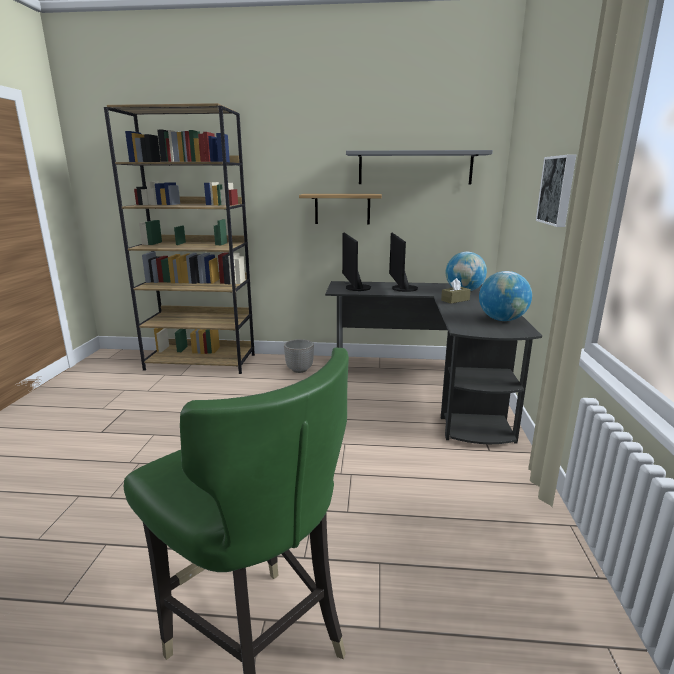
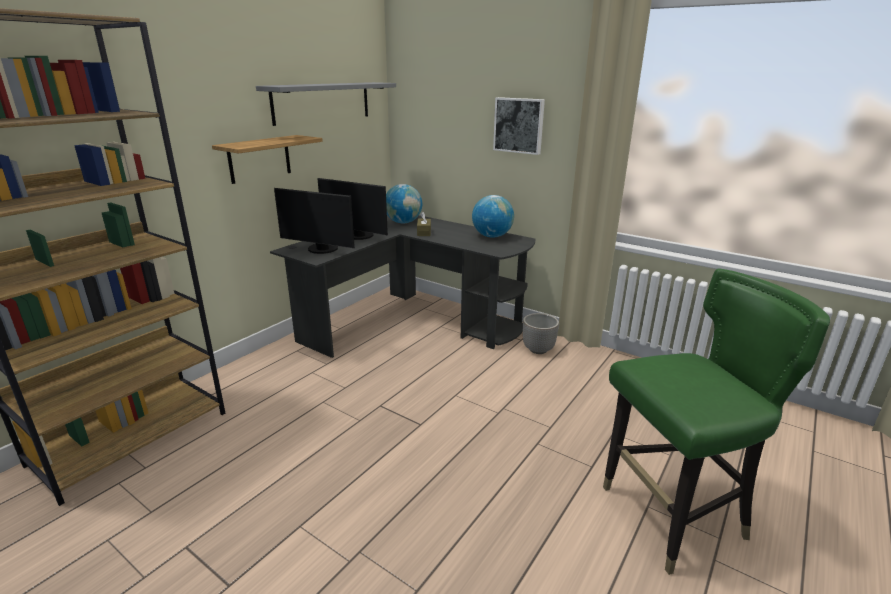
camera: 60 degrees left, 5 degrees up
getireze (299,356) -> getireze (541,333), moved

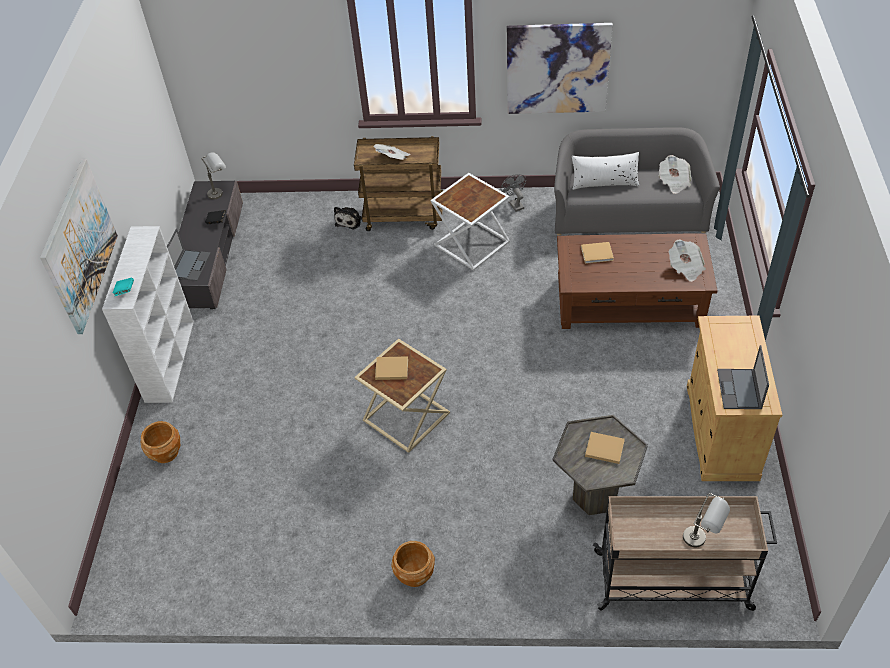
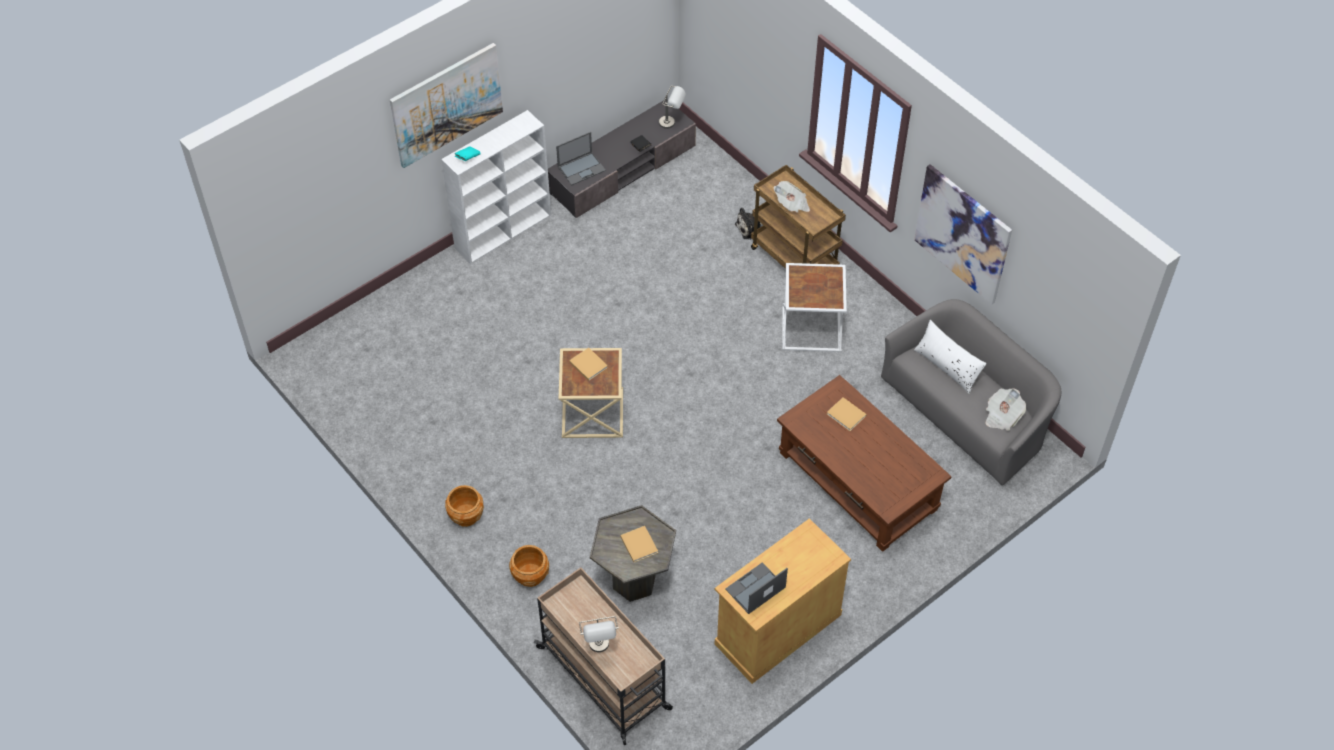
camera: 45 degrees right, 5 degrees up
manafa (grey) (513,193) -> none
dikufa (687,260) -> none
getireze (brown) (160,442) -> getireze (brown) (529,566), moved

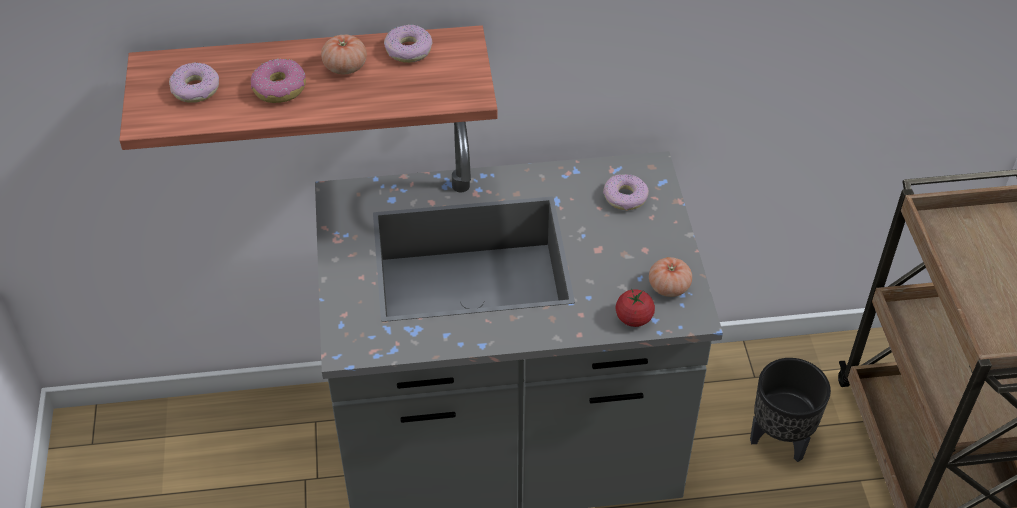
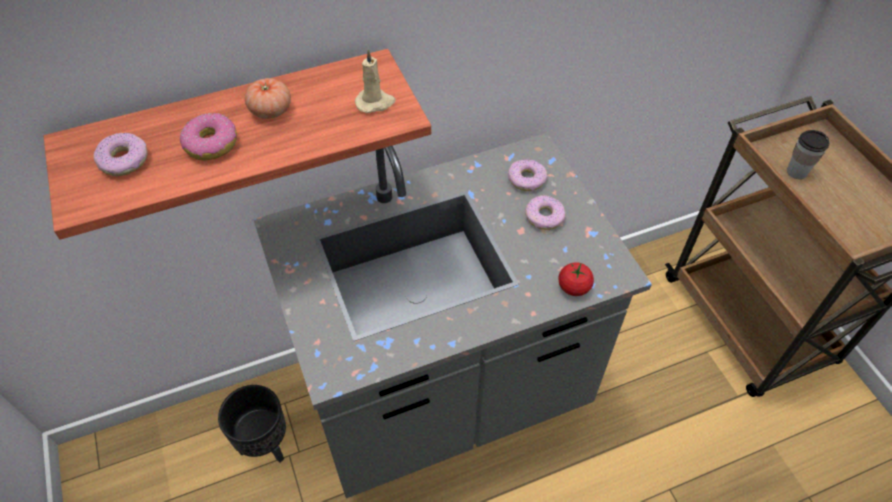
camera: 15 degrees left, 5 degrees up
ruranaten (408,43) -> ruranaten (545,212), moved
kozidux (670,277) -> none
getireze (black) (790,410) -> getireze (black) (252,424), moved
none -> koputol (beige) (375,81)
none -> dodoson (808,154)

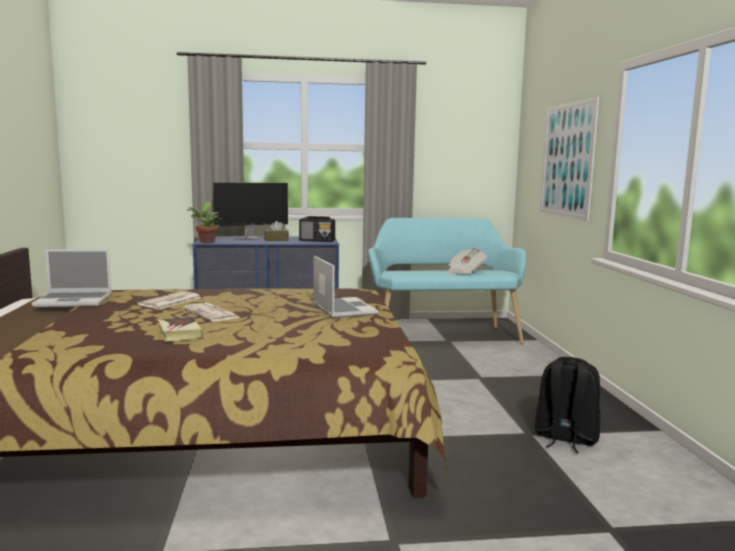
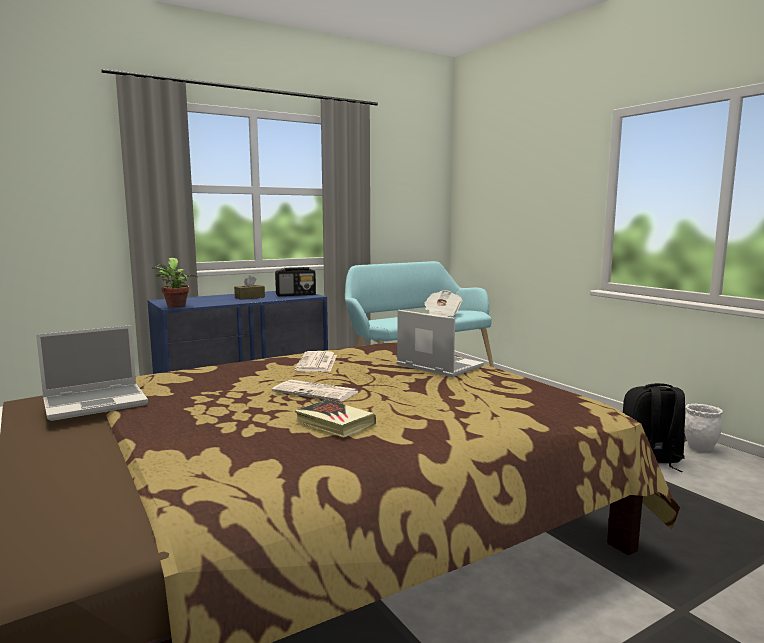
camera: 25 degrees left, 0 degrees up
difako (569,159) -> none
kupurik (250,211) -> none
dikufa (169,300) -> dikufa (316,361), moved
none -> getireze (white) (703,427)

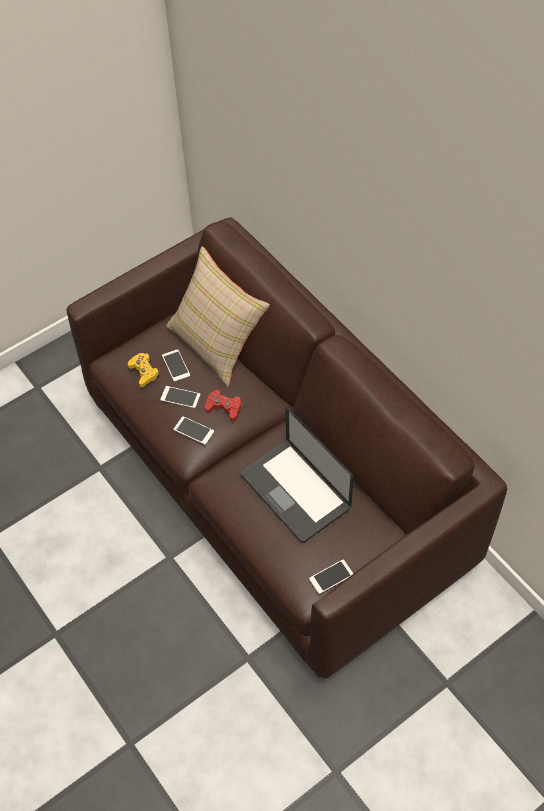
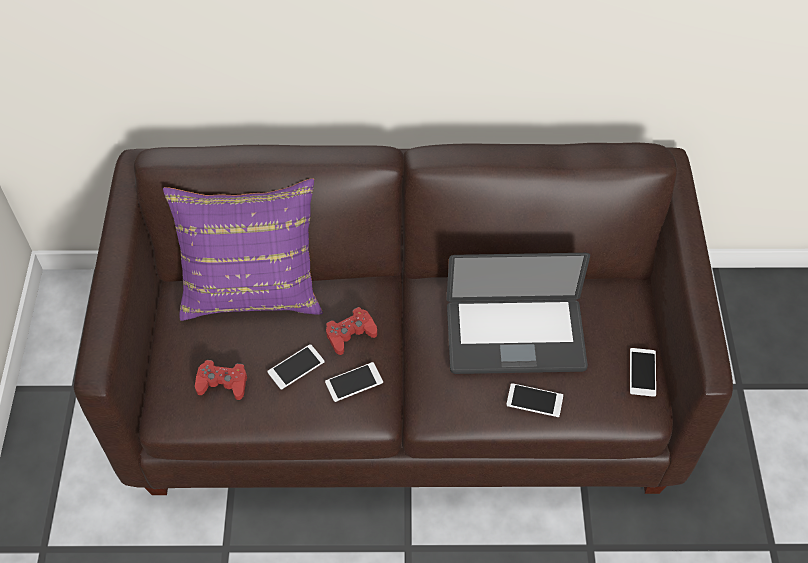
camera: 55 degrees left, 0 degrees up
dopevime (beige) (218,316) -> dopevime (purple) (243,249)
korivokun (176,365) -> korivokun (534,400), moved
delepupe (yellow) (144,370) -> delepupe (red) (221,380)

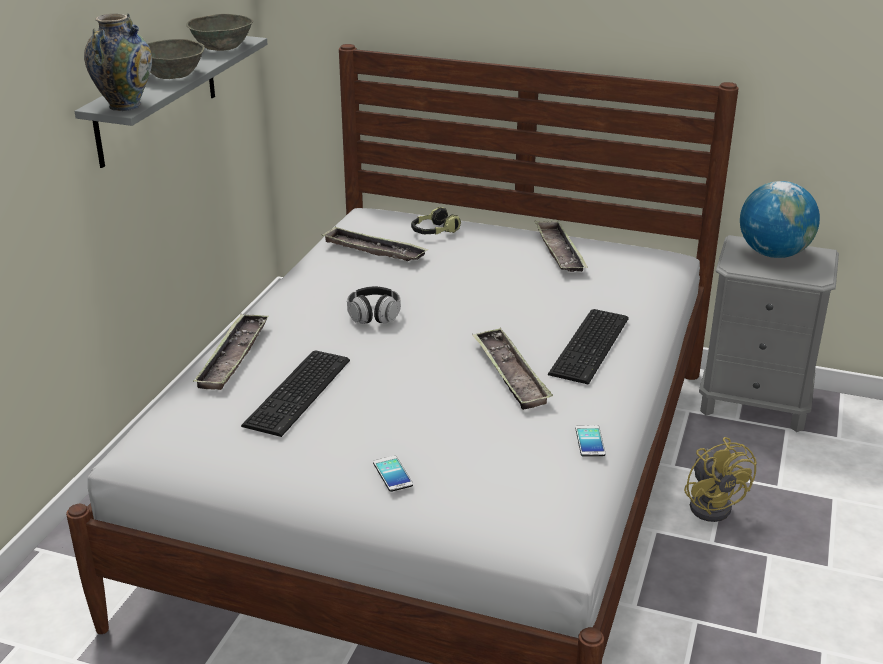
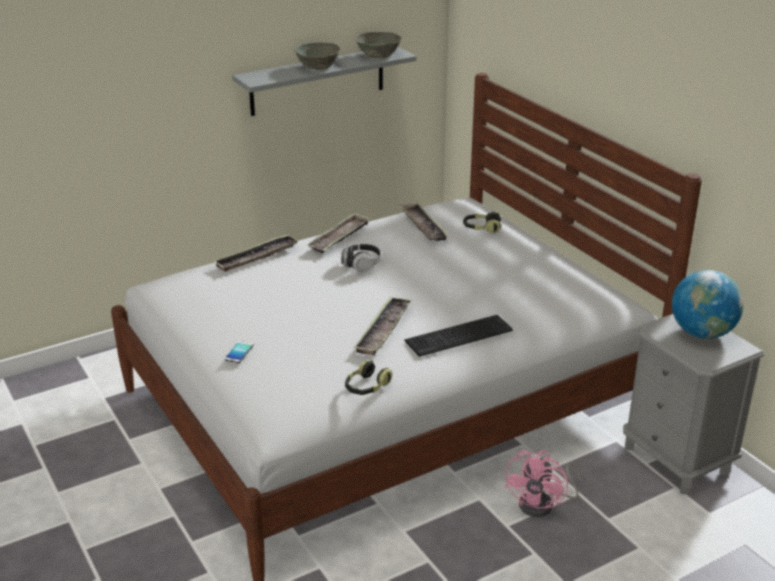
camera: 40 degrees right, 0 degrees up
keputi (118,62) -> none
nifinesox (561,246) -> nifinesox (338,232), moved
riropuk (295,393) -> none
korivokun (591,441) -> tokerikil (369,377)
manafa (yellow) (720,479) -> manafa (pink) (543,483)

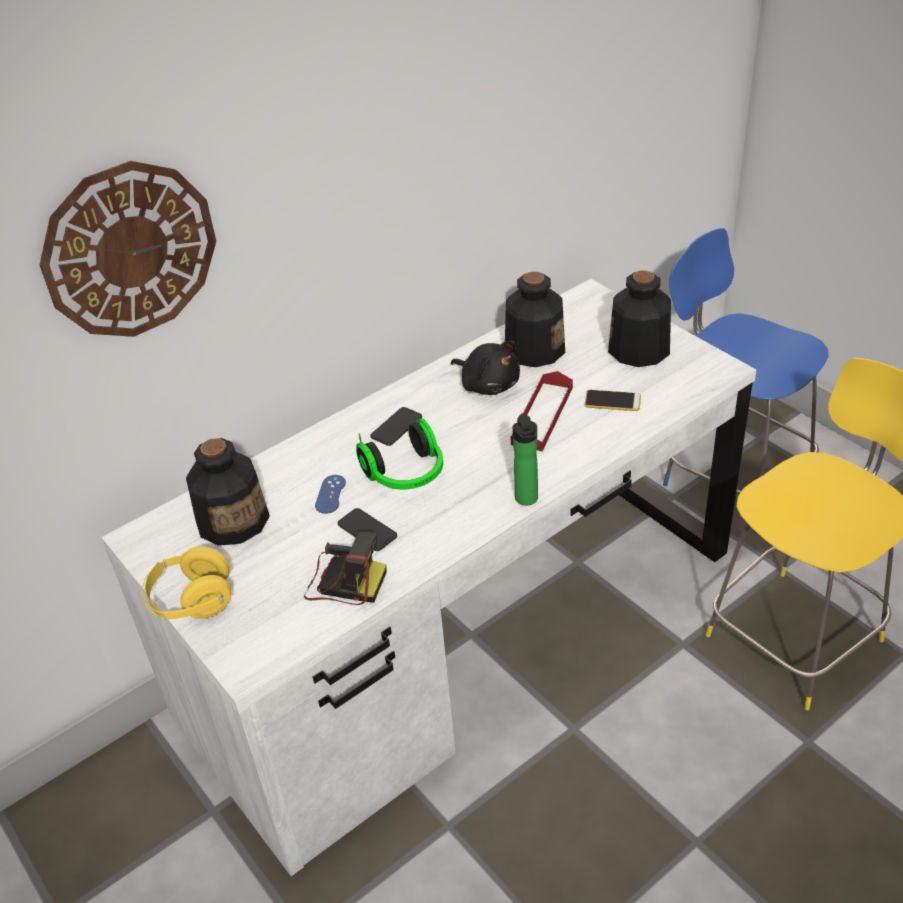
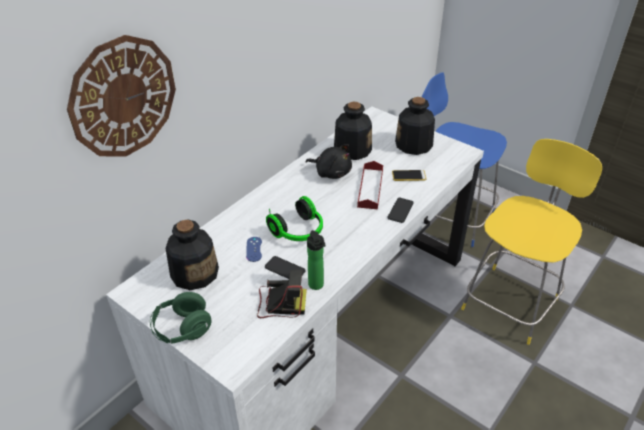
camera: 15 degrees left, 0 degrees up
korivokun (396,426) -> korivokun (401,210), moved
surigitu (525,460) -> surigitu (316,260), moved
tokerikil (yellow) (186,582) -> tokerikil (green) (180,318)

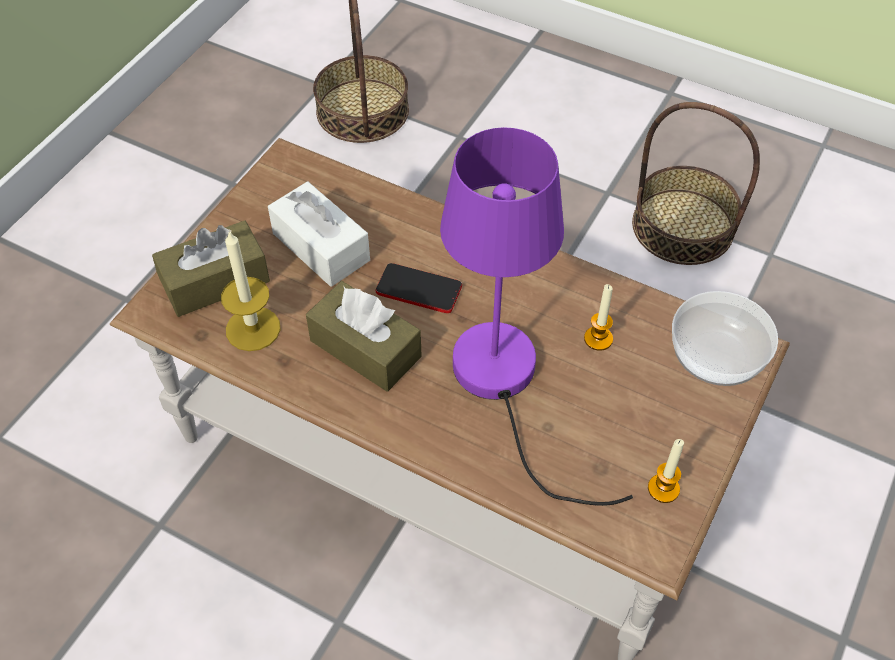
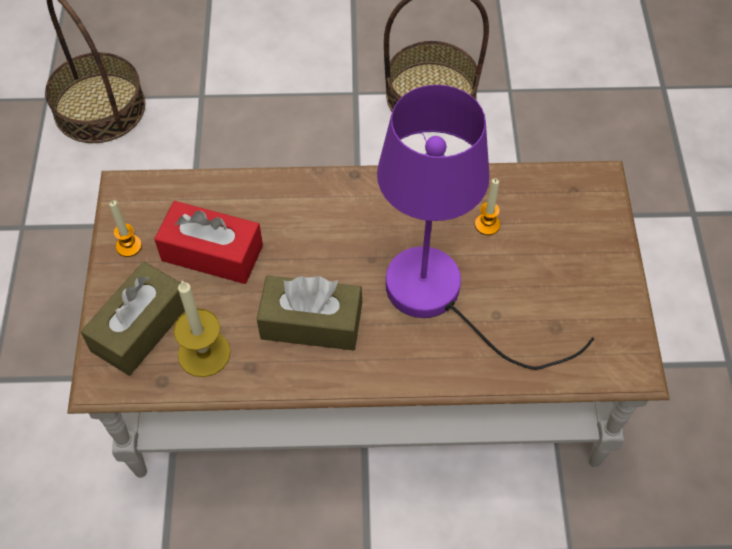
camera: 30 degrees left, 5 degrees up
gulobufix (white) (319,234) -> gulobufix (red) (208,242)
korivokun (418,288) -> none
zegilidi (725,338) -> none
koputol (666,471) -> koputol (125,228), moved

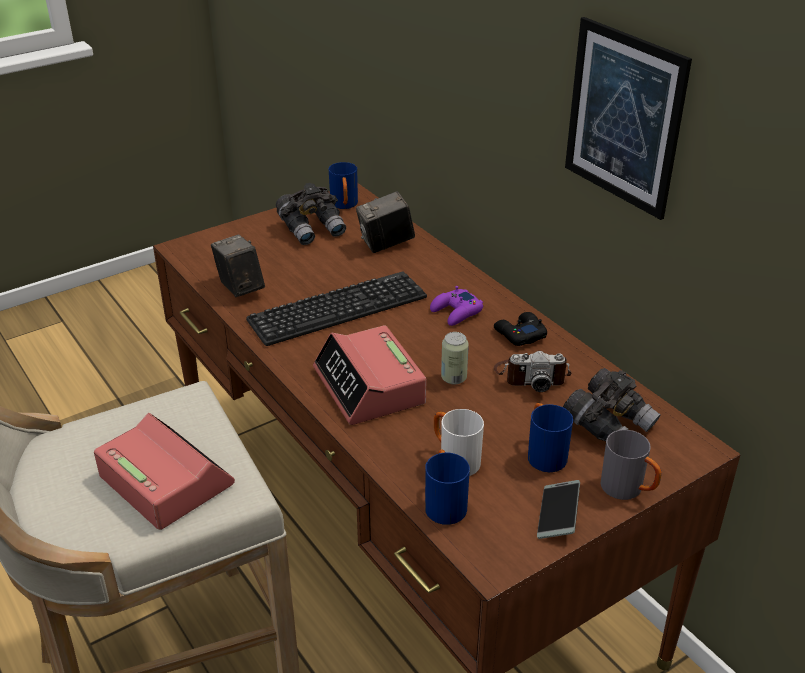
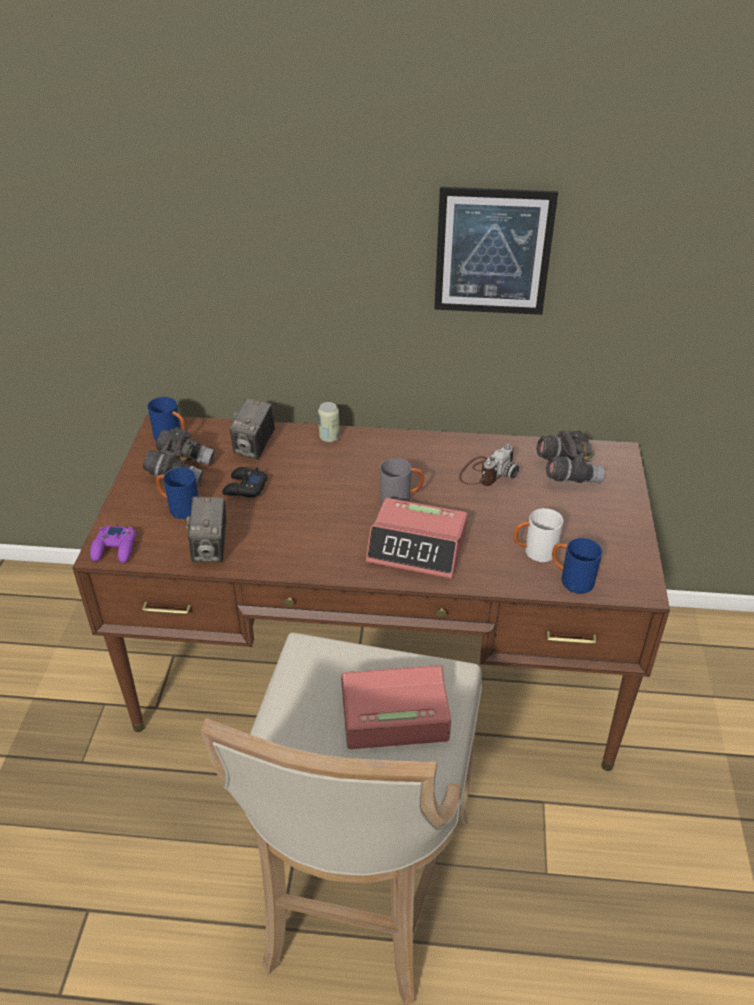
camera: 50 degrees left, 5 degrees up
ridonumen (238,266) -> ridonumen (206,529), 105 degrees counterclockwise
riropuk (336,308) -> none
delepupe (purple) (456,306) -> delepupe (purple) (113,544), moved
delepupe (black) (520,329) -> delepupe (black) (245,482), moved
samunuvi (455,358) -> samunuvi (329,422), moved
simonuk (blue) (550,437) -> simonuk (blue) (177,493), moved
simonuk (grey) (631,465) -> simonuk (grey) (402,481), moved
korivokun (558,509) -> none

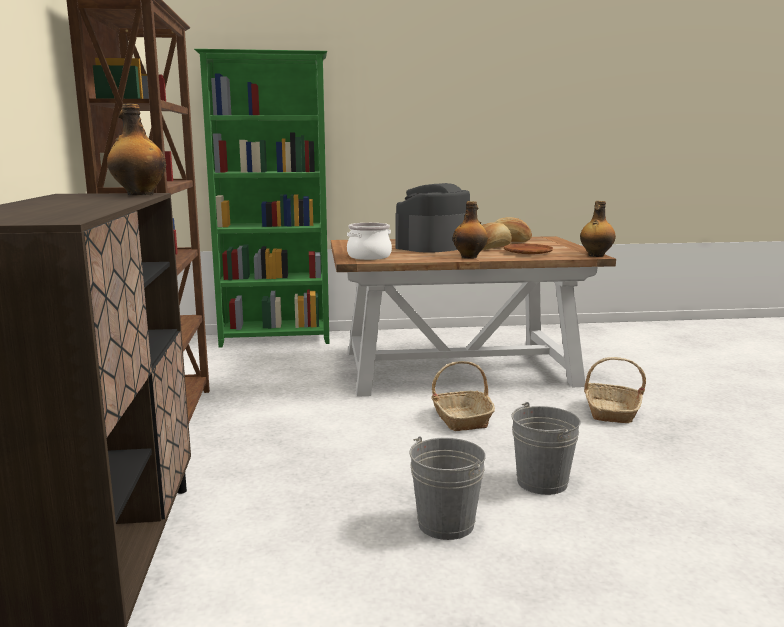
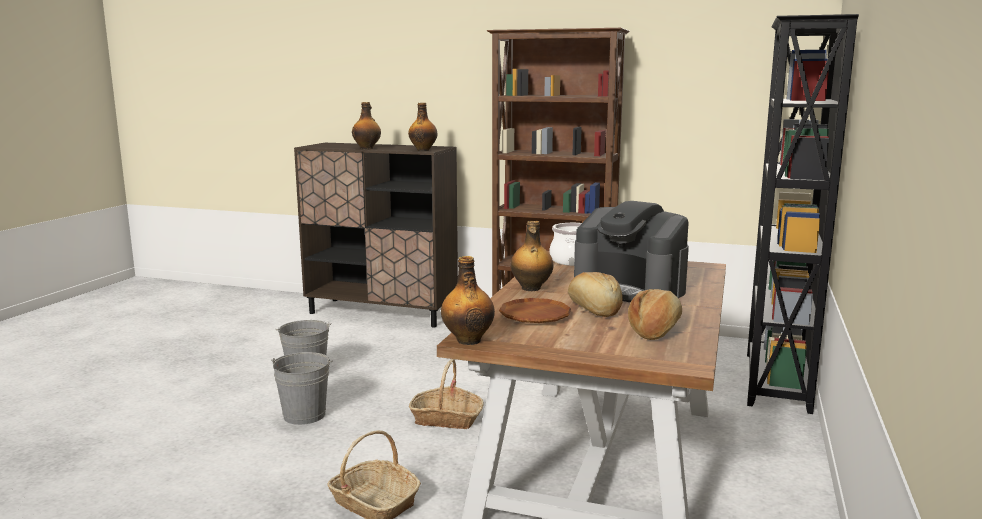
camera: 115 degrees right, 0 degrees up
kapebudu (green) (261,198) -> kapebudu (black) (803,214)
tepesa (432,217) -> tepesa (631,251), 150 degrees clockwise
none -> surigitu (366,125)

